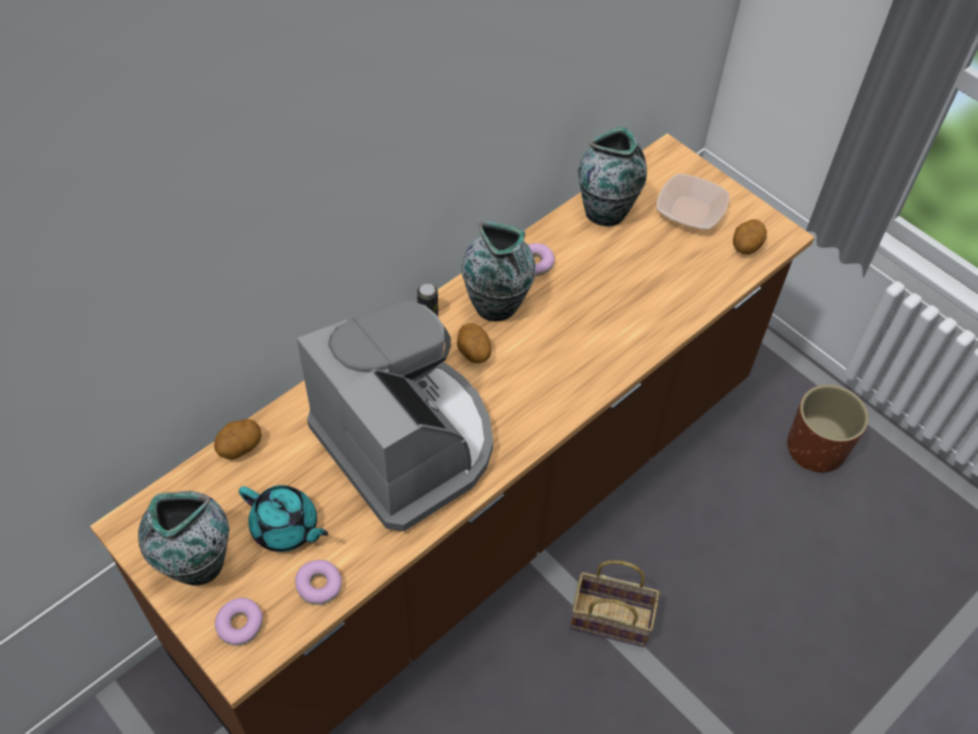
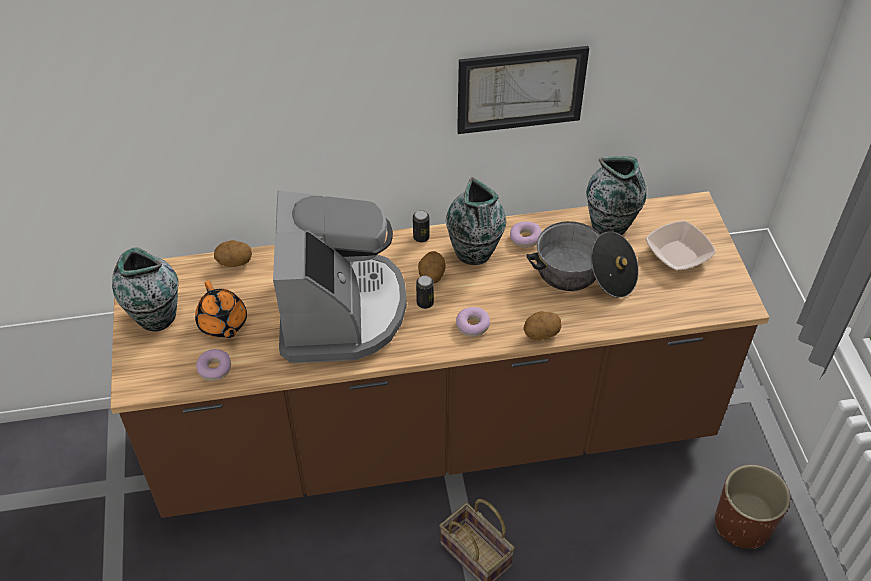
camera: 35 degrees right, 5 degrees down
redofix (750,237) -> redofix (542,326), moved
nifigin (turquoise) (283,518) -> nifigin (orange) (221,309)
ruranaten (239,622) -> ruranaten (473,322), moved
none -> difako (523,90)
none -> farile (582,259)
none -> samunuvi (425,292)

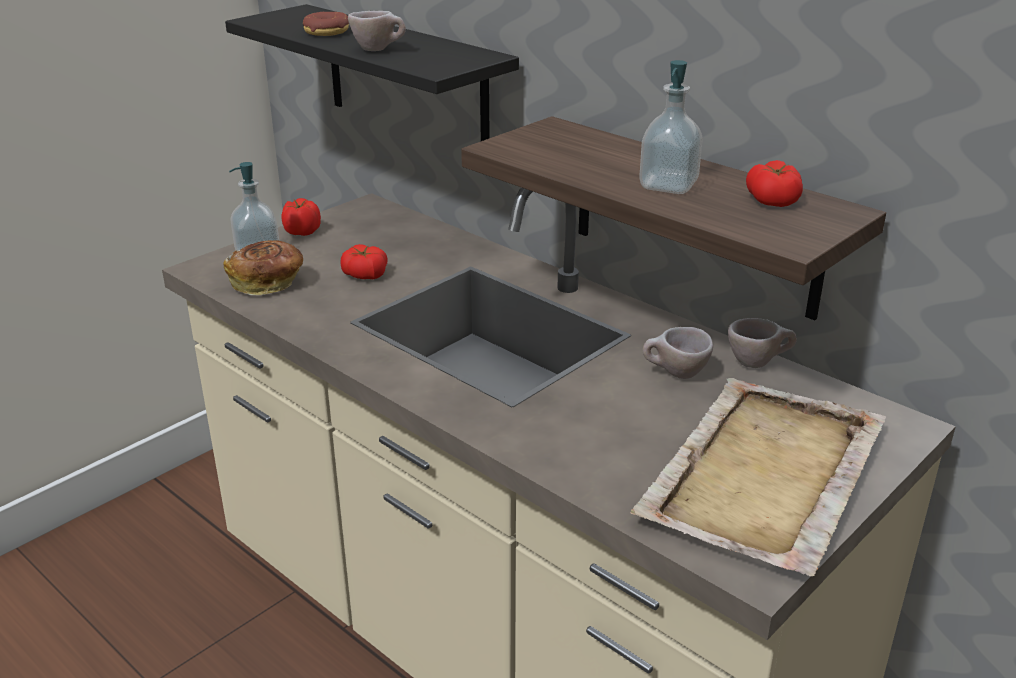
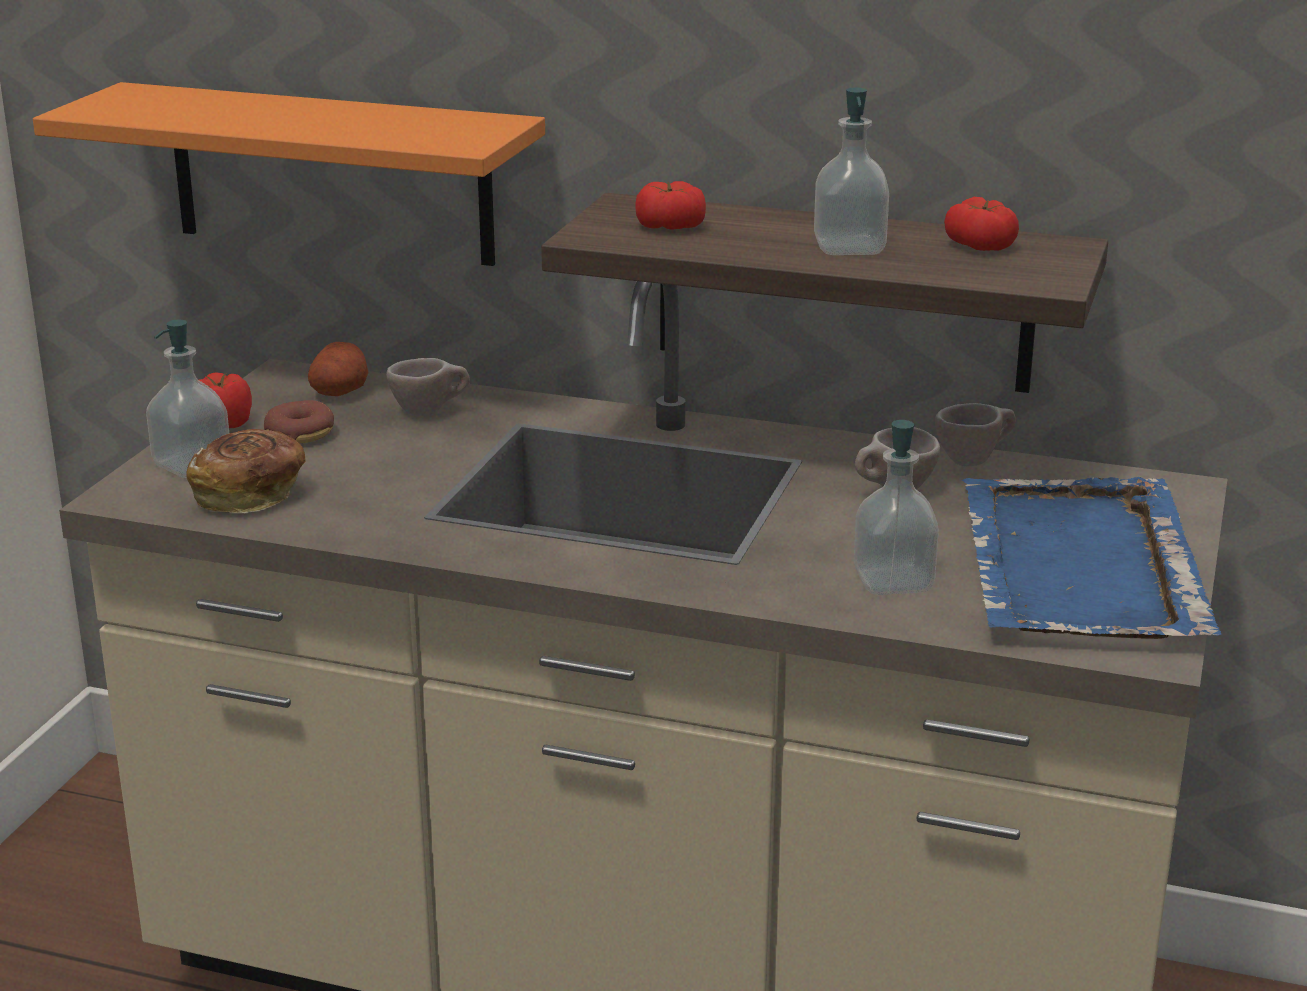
camera: 25 degrees left, 5 degrees down
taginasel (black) (372,72) -> taginasel (orange) (289,174)
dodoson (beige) (377,31) -> dodoson (beige) (428,387), moved
ruranaten (326,24) -> ruranaten (299,421), moved
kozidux (364,261) -> kozidux (670,205), moved
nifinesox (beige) (758,477) -> nifinesox (blue) (1091,558)
none -> redofix (338,369)
none -> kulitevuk (896,507)

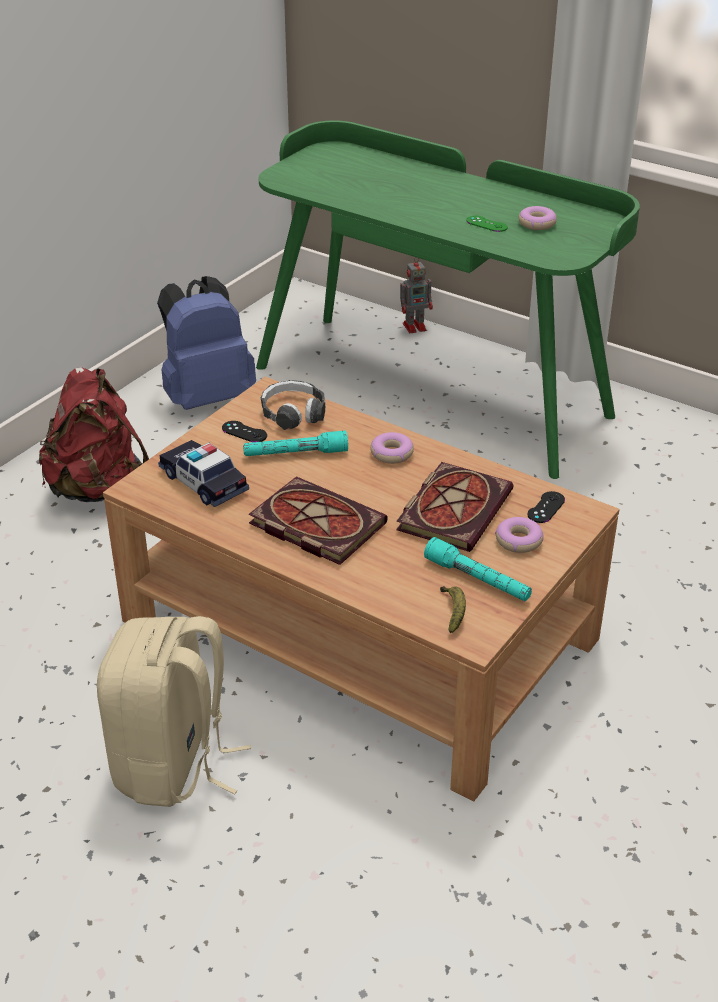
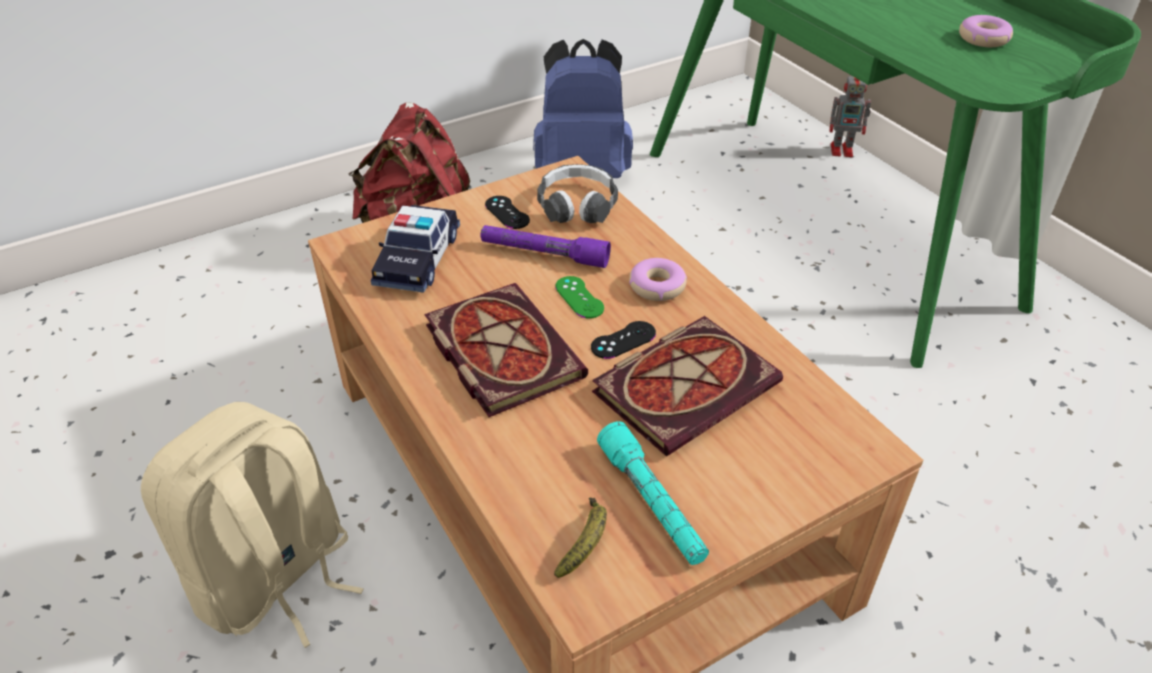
camera: 25 degrees right, 5 degrees up
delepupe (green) (487,224) -> delepupe (green) (579,297), moved
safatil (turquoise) (295,443) -> safatil (purple) (545,246)
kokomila (203,473) -> kokomila (415,249), 150 degrees counterclockwise
delepupe (black) (546,507) -> delepupe (black) (623,340), moved
ruranaten (519,535) -> none

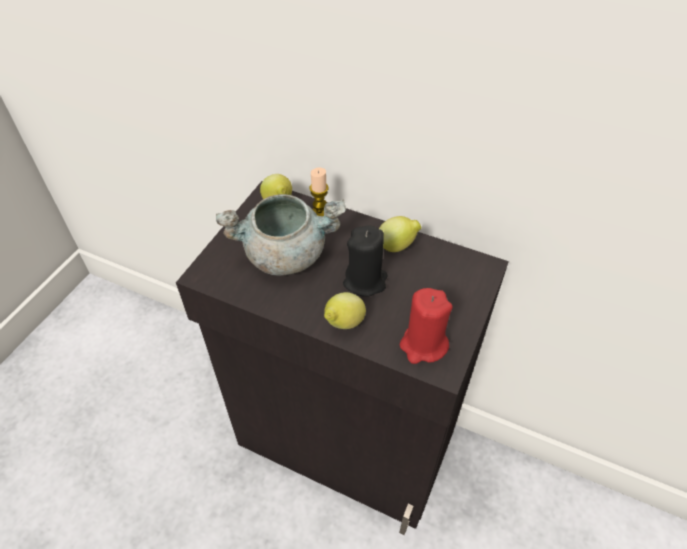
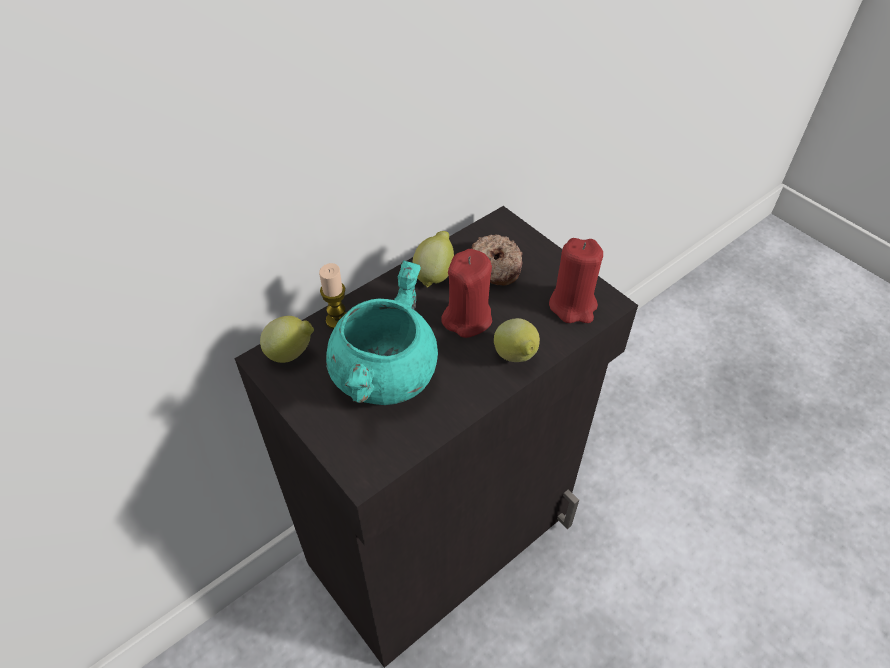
camera: 65 degrees left, 0 degrees up
farile (grey) (281,235) -> farile (turquoise) (382,332)
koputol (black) (365,261) -> koputol (red) (466,293)
none -> ruranaten (497,259)

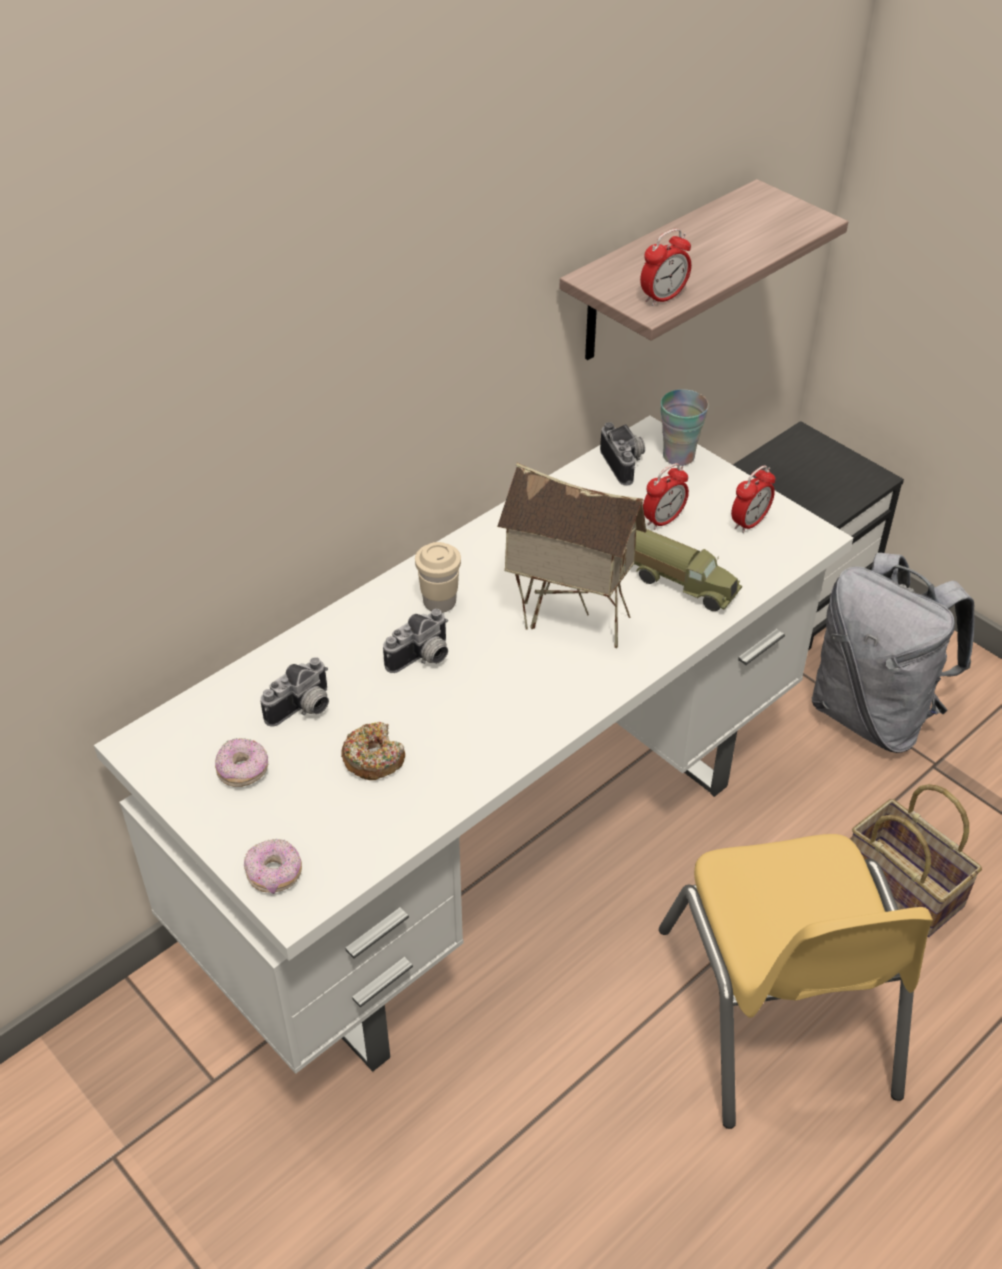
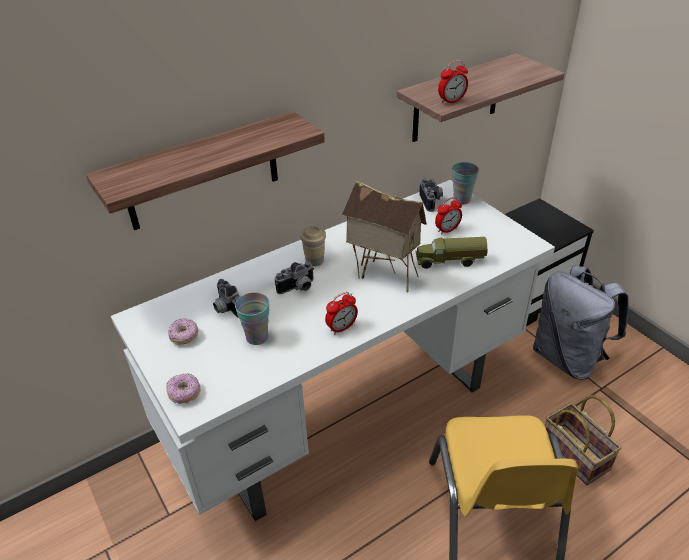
camera: 10 degrees right, 5 degrees down
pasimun (753,499) -> pasimun (341,313), moved
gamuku (688,570) -> gamuku (451,253), 135 degrees clockwise
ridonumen (294,692) -> ridonumen (226,298), 90 degrees clockwise
ruranaten (373,751) -> dodoson (252,318)
none -> taginasel (205,170)

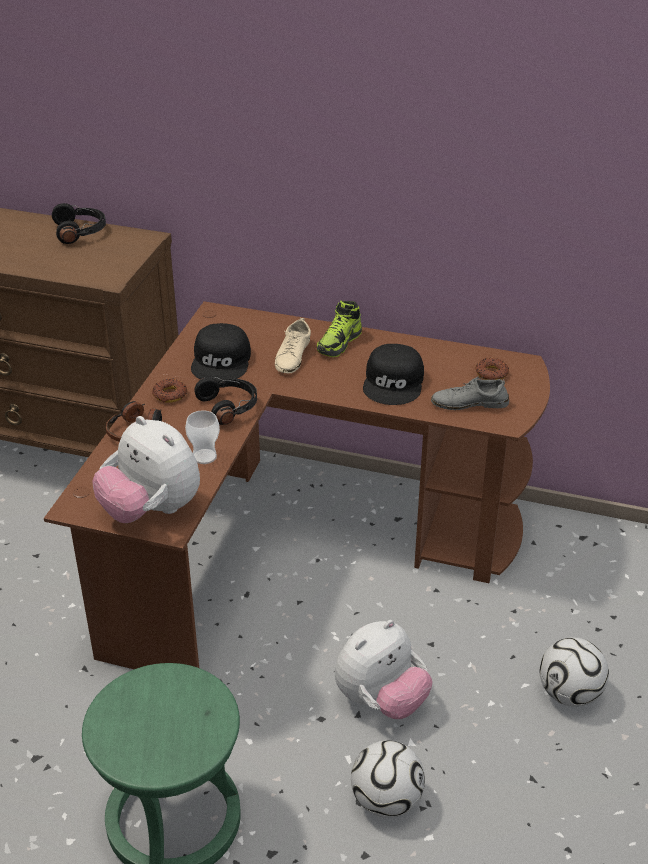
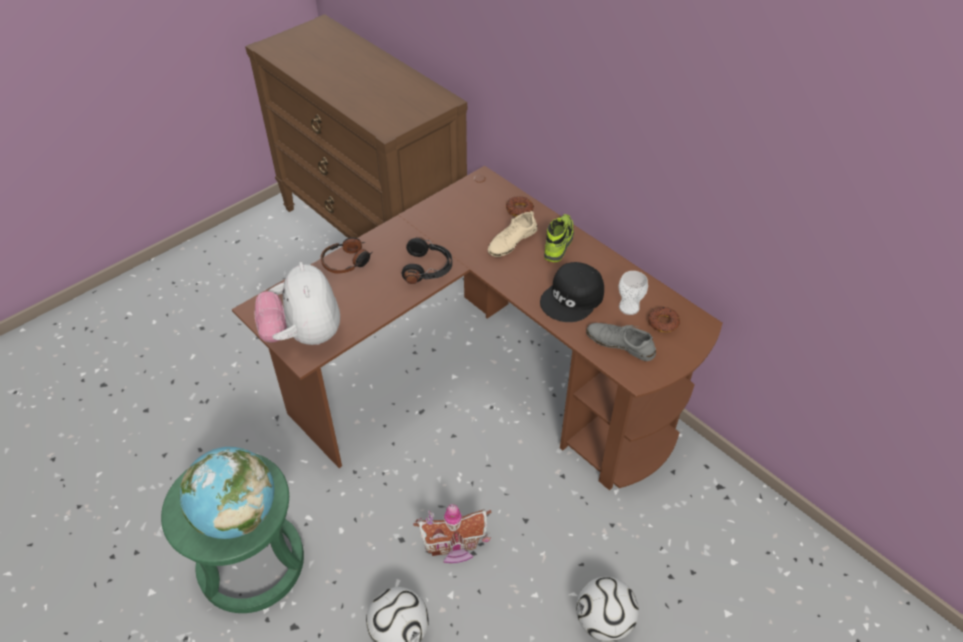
camera: 30 degrees right, 10 degrees up
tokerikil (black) (79,223) -> none
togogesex (339,329) -> togogesex (559,238), 135 degrees clockwise
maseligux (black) (221,352) -> none
ruranaten (169,391) -> ruranaten (520,206), moved
dodoson (202,437) -> dodoson (633,293), moved
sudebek (384,669) -> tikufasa (452,533)
none -> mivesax (226,493)

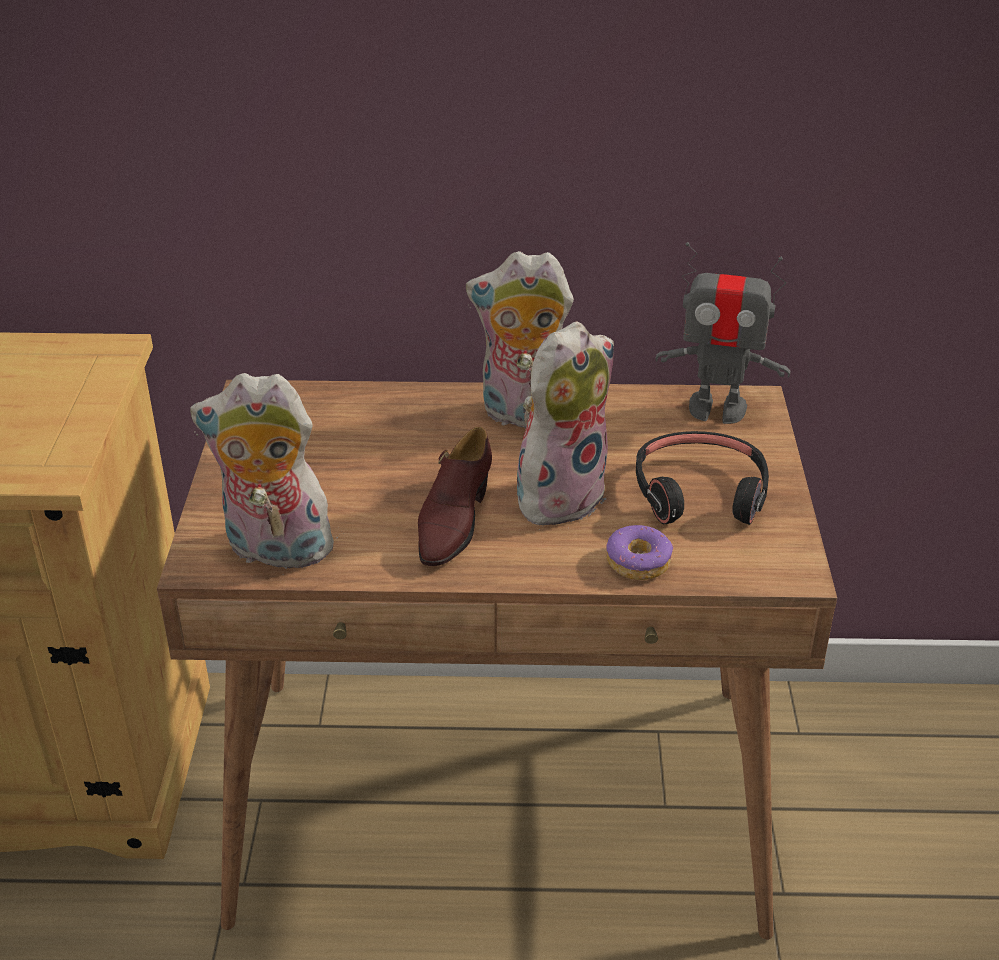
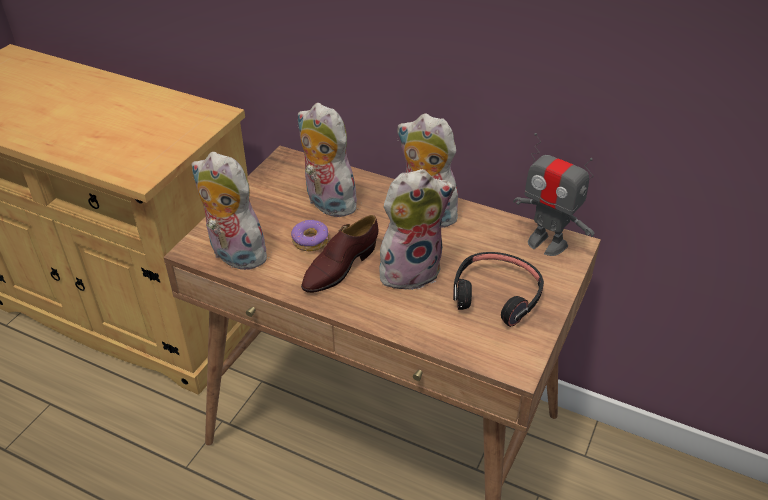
camera: 25 degrees right, 5 degrees up
ruranaten (640,552) -> ruranaten (310,236), moved
none -> sudebek (328,160)

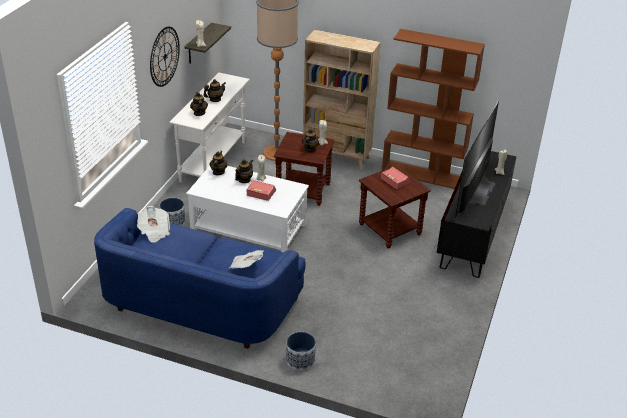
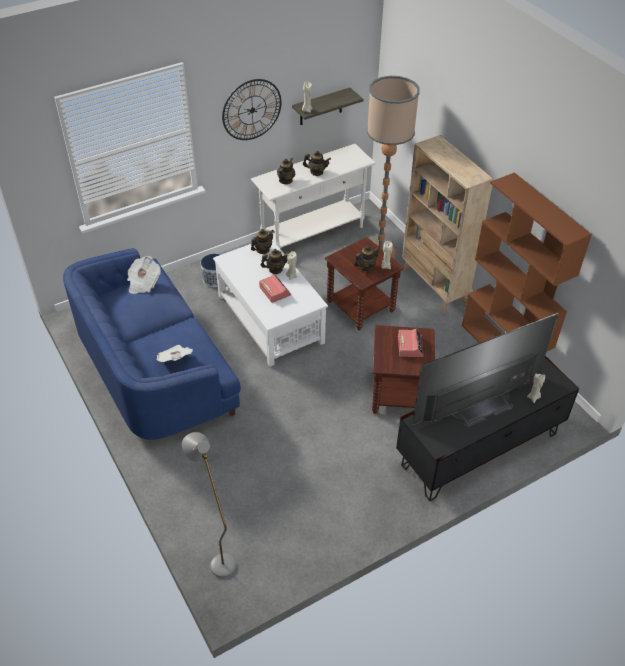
camera: 40 degrees right, 10 degrees up
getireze (301,351) -> none
none -> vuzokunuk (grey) (209,505)

